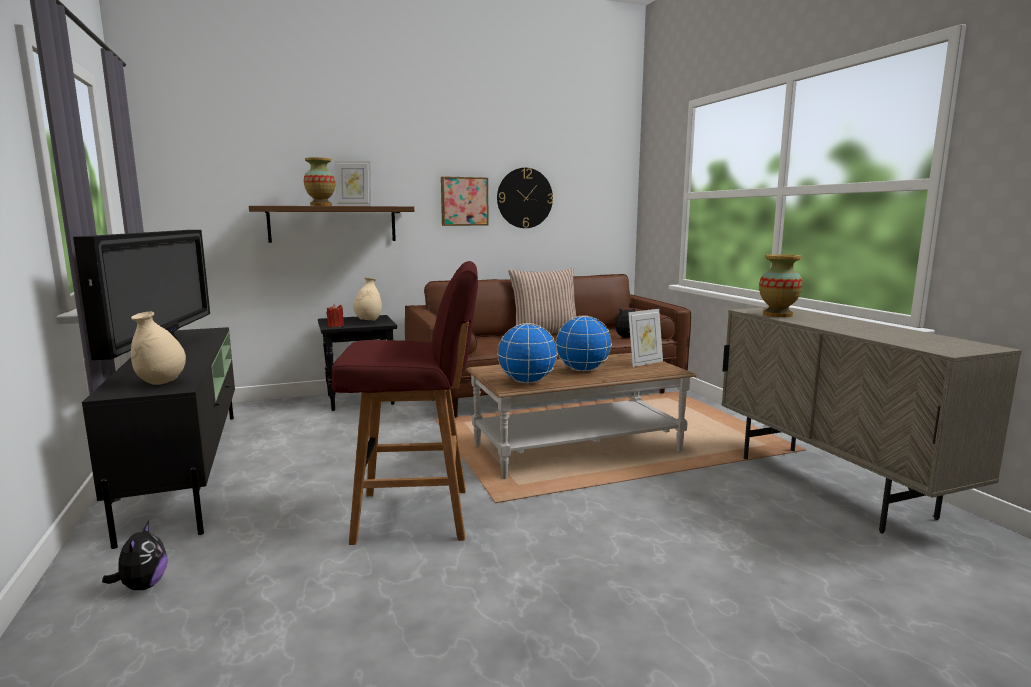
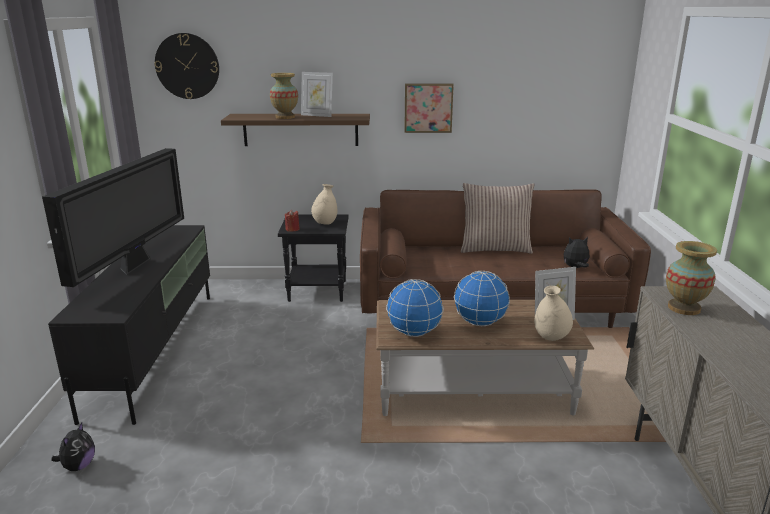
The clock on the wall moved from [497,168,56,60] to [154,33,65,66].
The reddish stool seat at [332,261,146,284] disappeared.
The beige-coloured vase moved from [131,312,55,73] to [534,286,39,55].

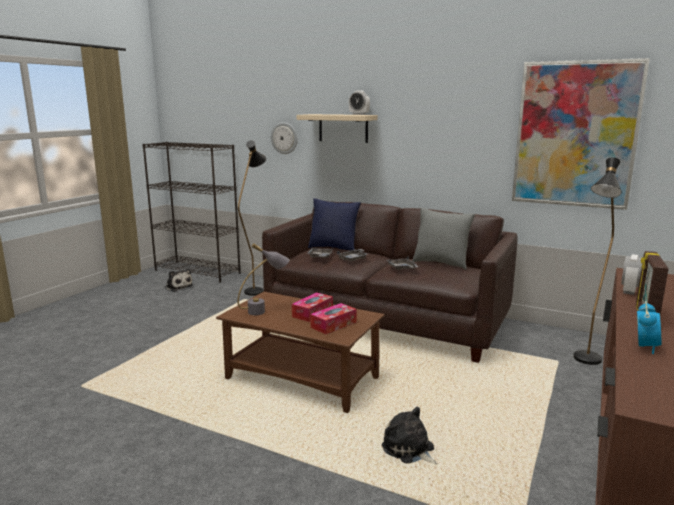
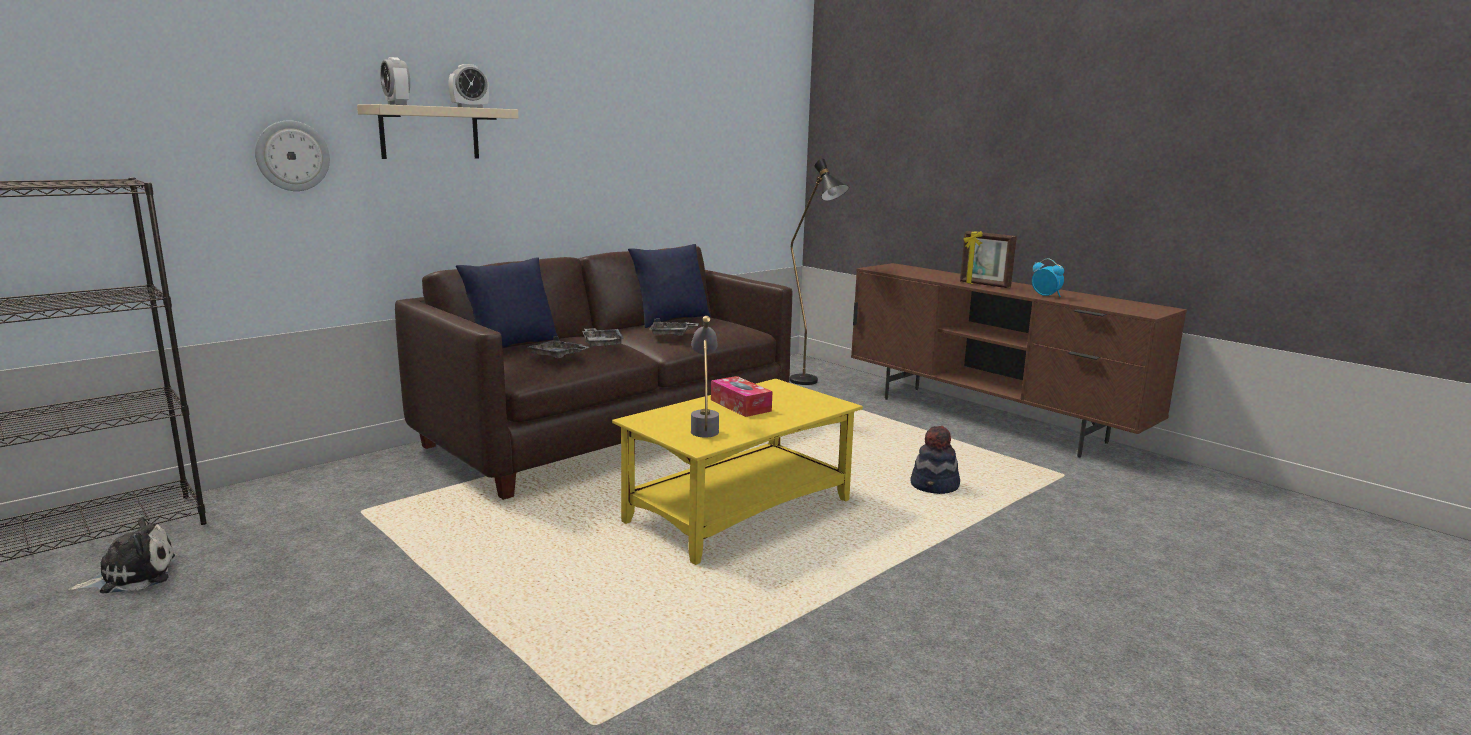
The wall art at [512,58,138,152] disappeared.
The black floor lamp at [238,140,28,156] disappeared.
The gray pillow at [412,208,63,61] became the blue pillow at [628,244,83,84].
The table clock moved from [621,254,21,41] to [380,57,30,48].
The brownish low table at [216,292,169,121] became the yellow low table at [612,379,251,186].
The box of tissues at [310,303,47,31] disappeared.
The cuddly toy at [382,406,55,59] was replaced by the hat at [910,426,50,68].

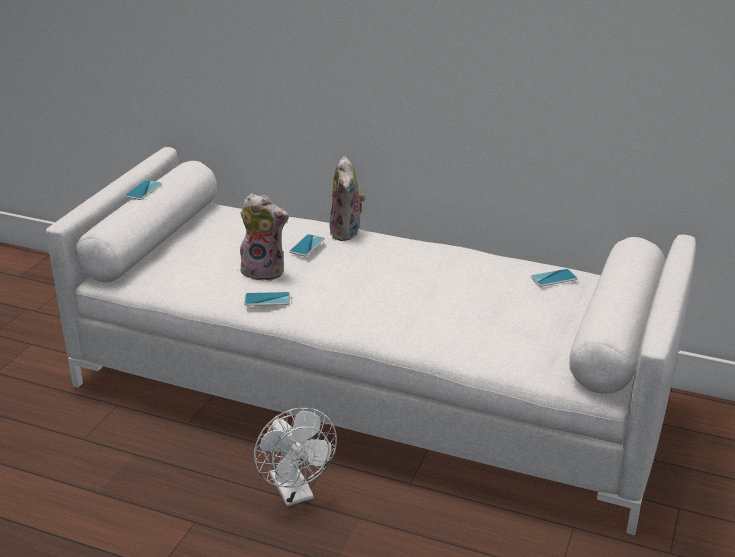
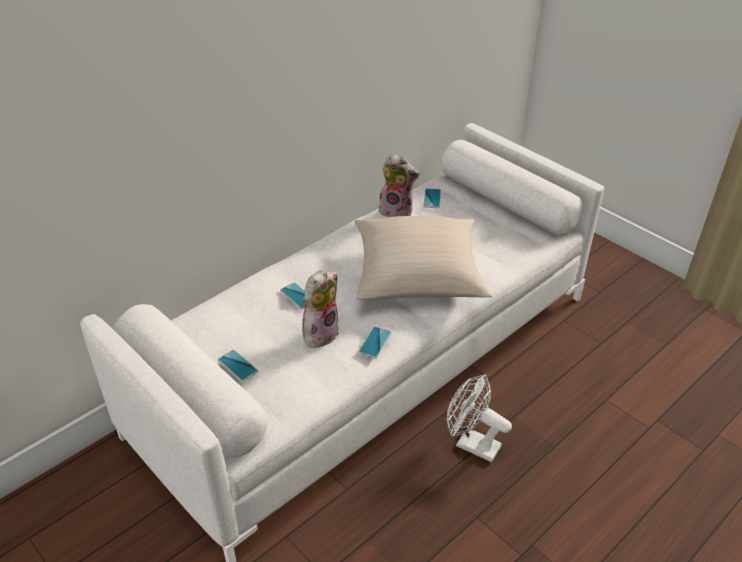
The cuddly toy moved from [329,156,37,85] to [379,154,41,63].
The handset moved from [124,180,38,20] to [218,350,40,32].
The white-coloured electric fan at [254,408,83,98] turned 150 degrees counterclockwise.
The beige-coloured pillow at [354,216,138,84] appeared.

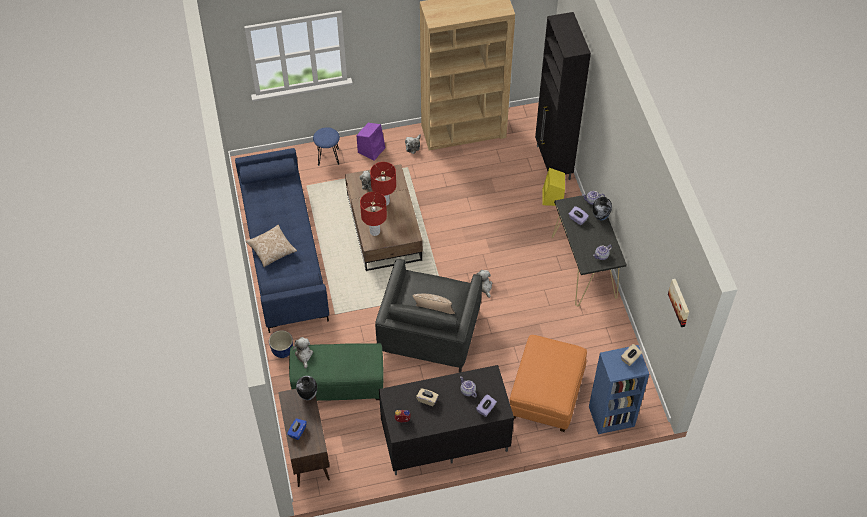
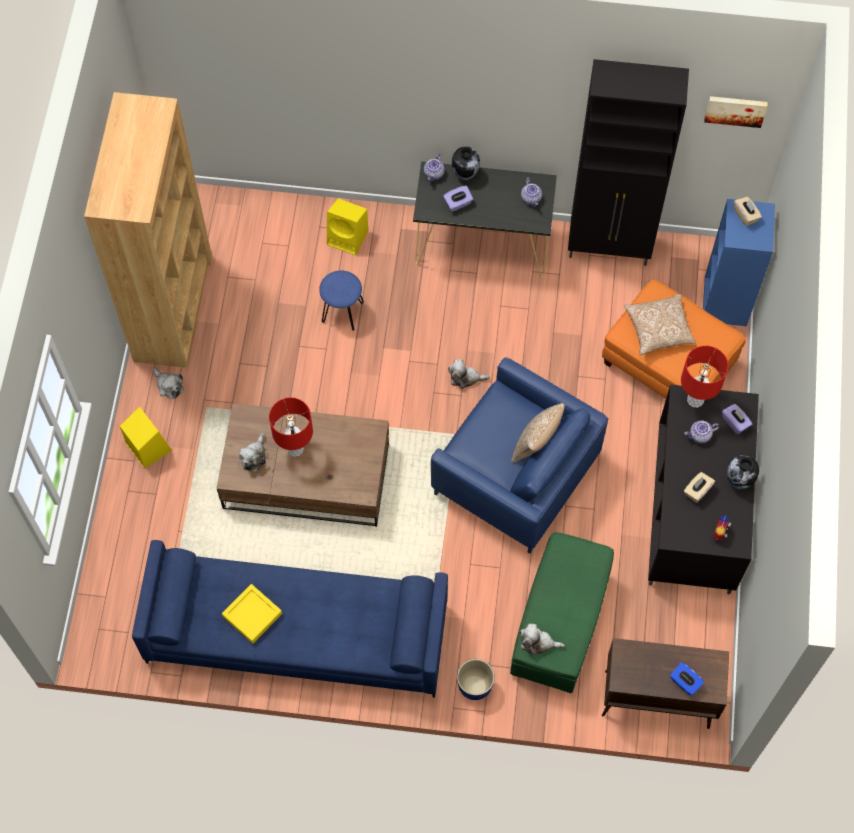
The black cupboard moved from [535,12,56,168] to [568,59,121,207].
The purplish loudspeaker at [357,123,28,38] became the yellow loudspeaker at [120,407,52,61].
The blue stool seat moved from [313,127,27,39] to [319,271,45,60].
The reddish tabletop lamp moved from [360,192,27,44] to [681,346,47,62].
The pillow moved from [246,225,51,42] to [624,294,72,61].
The gray lounge chair at [375,259,107,113] became the blue lounge chair at [431,357,177,197].
The vase moved from [296,376,21,24] to [727,455,32,34].
The yellow carrying tray at [222,584,60,60] appeared.

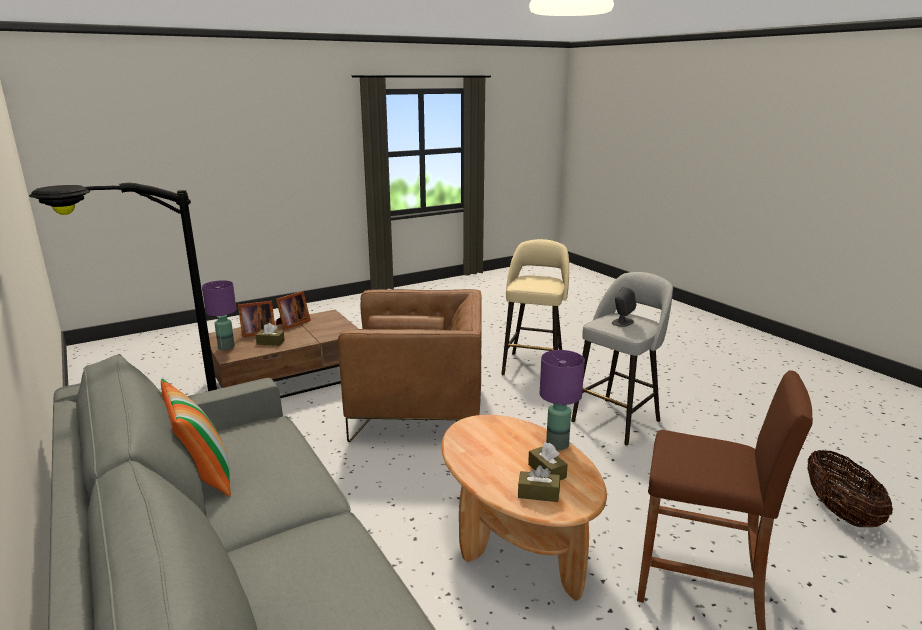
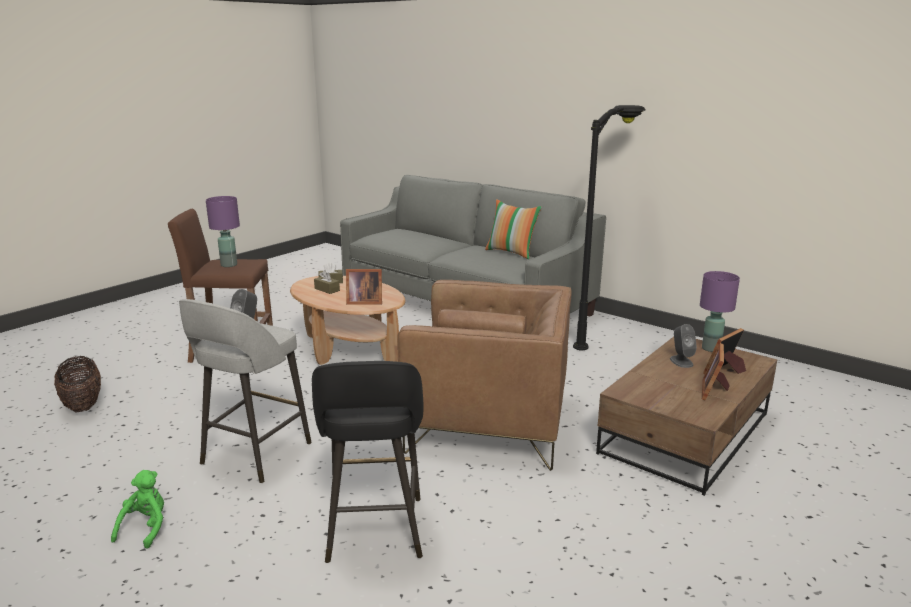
The beige-coloured stool seat at [501,239,68,136] became the black stool seat at [312,361,112,202].
The brownish lounge chair at [338,289,144,153] turned 150 degrees counterclockwise.
The brownish box of tissues at [256,323,29,23] was replaced by the gray loudspeaker at [670,324,27,44].
The purplish tabletop lamp moved from [540,350,45,100] to [206,196,34,71].
The standing frame at [346,269,36,36] appeared.
The greenish cuddly toy at [111,470,53,78] appeared.

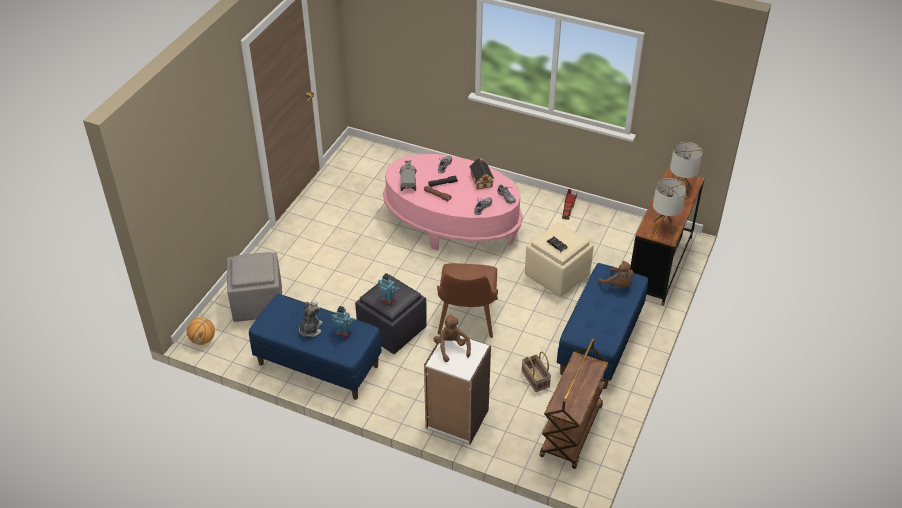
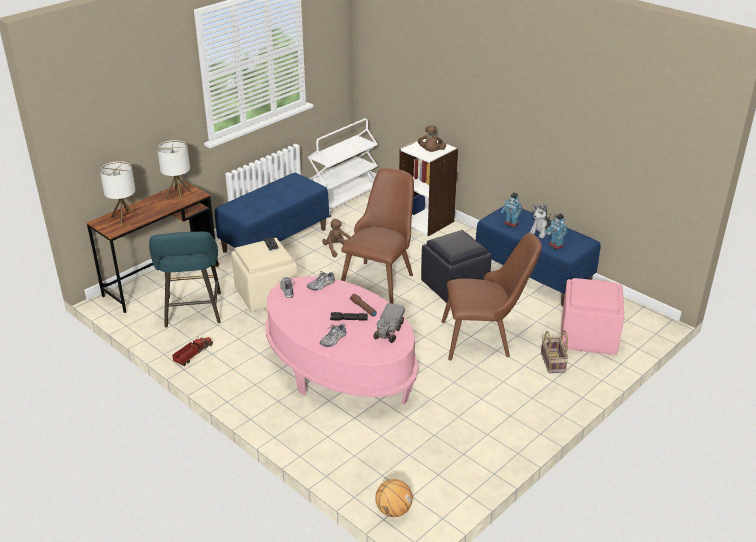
The miniature house at [469,158,25,32] disappeared.
The gray footrest at [227,252,55,70] became the pink footrest at [561,278,63,77].
The brownish cuddly toy moved from [598,261,36,26] to [322,219,28,38].
The toy robot moved from [378,273,22,32] to [545,214,22,35].
The basketball ball moved from [187,317,28,28] to [375,479,38,38].
The brownish wheeled cart at [540,338,69,131] became the white-coloured wheeled cart at [308,118,69,99].
The storage basket moved from [522,351,29,41] to [541,330,28,43].
The turquoise-coloured stool seat at [149,231,72,97] appeared.
The brownish plain chair at [442,233,100,128] appeared.

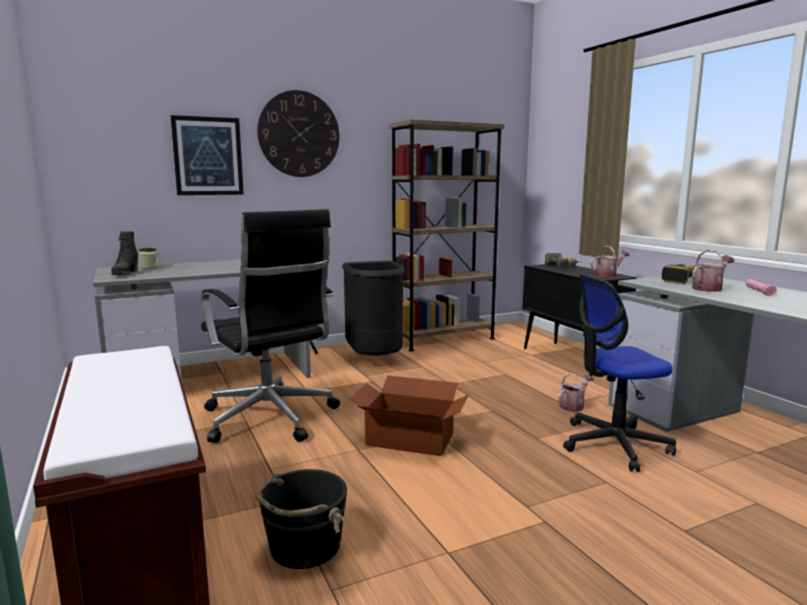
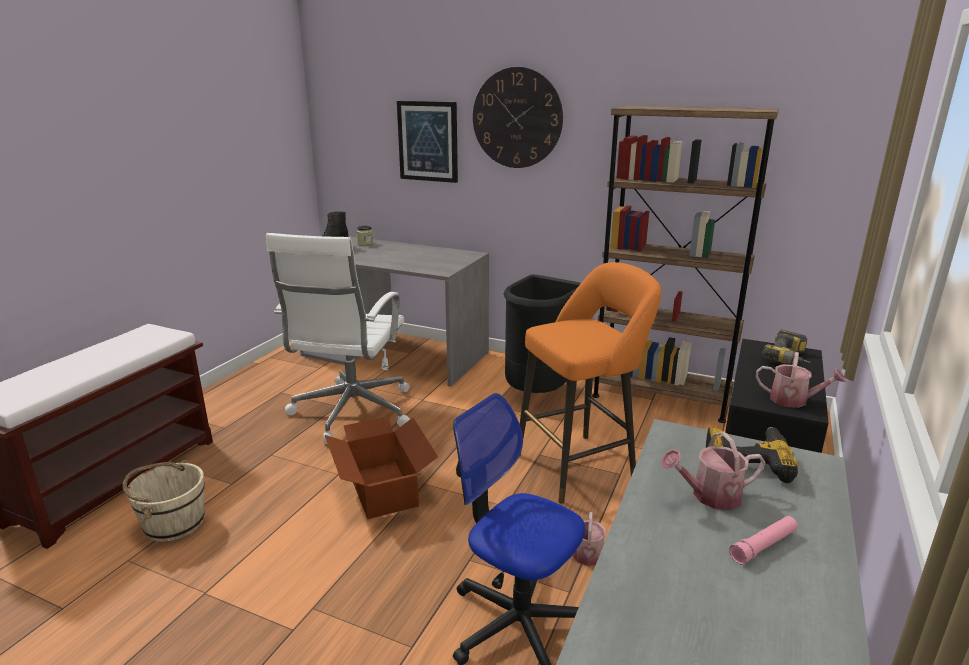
The black office chair at [201,209,139,234] became the white-coloured office chair at [266,233,144,211].
The sprinkling can at [692,250,42,42] turned 150 degrees clockwise.
The black bucket at [255,469,92,100] became the beige-coloured bucket at [123,460,82,82].
The orange stool seat at [519,262,142,242] appeared.

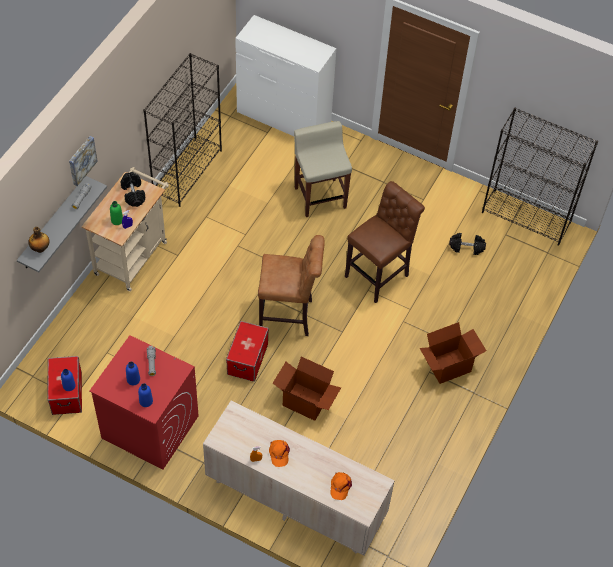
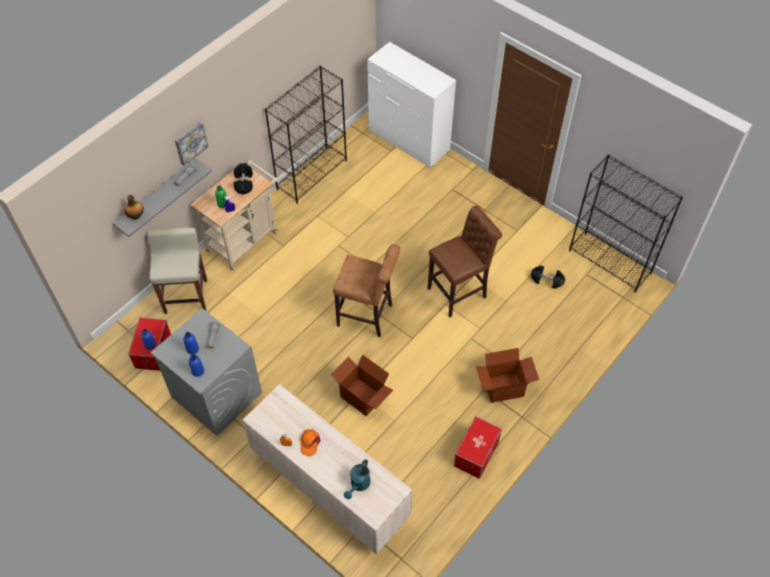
The beige-coloured stool seat moved from [294,121,58,96] to [147,228,60,86].
The storage bin moved from [226,321,43,61] to [454,416,48,63].
The reddish laundry appliance at [89,335,110,135] became the gray laundry appliance at [151,308,111,128].
The orange peaked cap at [331,472,21,28] was replaced by the turquoise-coloured sprinkling can at [344,459,26,40].

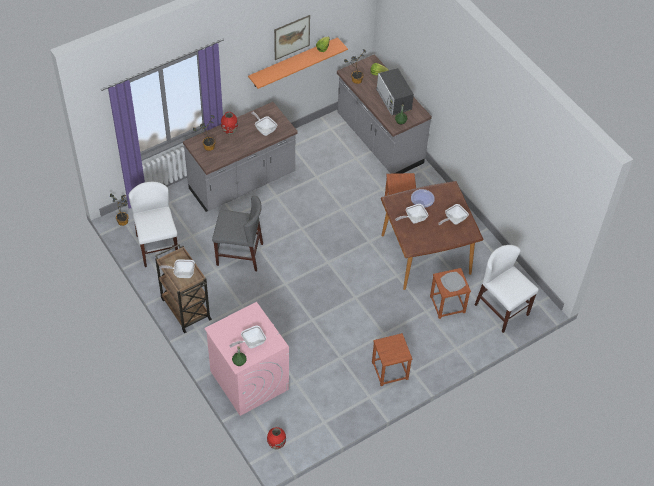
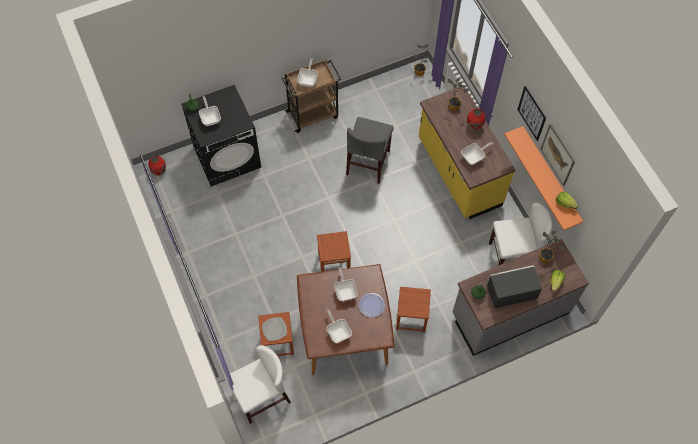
The gray counter at [183,102,115,110] became the yellow counter at [419,86,96,133].
The white-coloured plain chair moved from [129,182,49,85] to [489,202,63,64].
The pink laundry appliance at [204,302,85,114] became the black laundry appliance at [181,85,80,101].
The brownish stool seat moved from [372,333,40,53] to [317,231,34,41].
The wall art at [517,86,29,55] appeared.

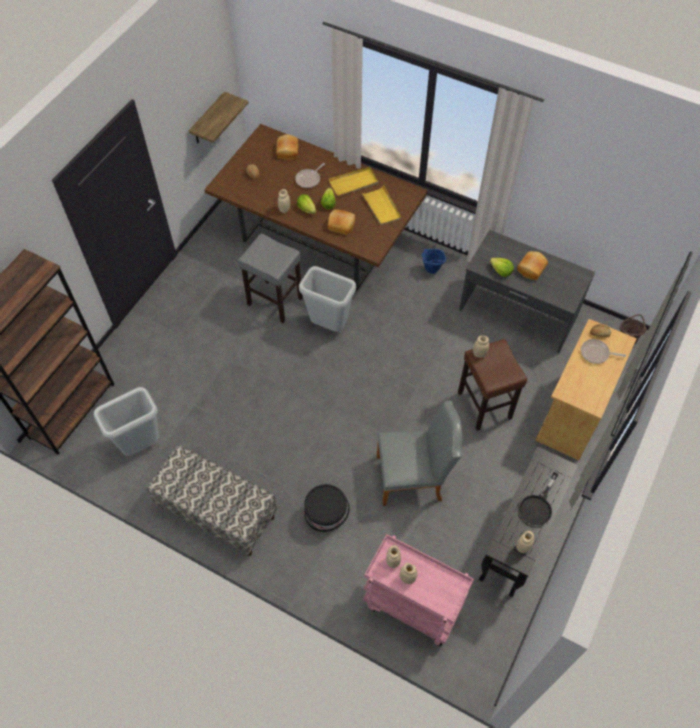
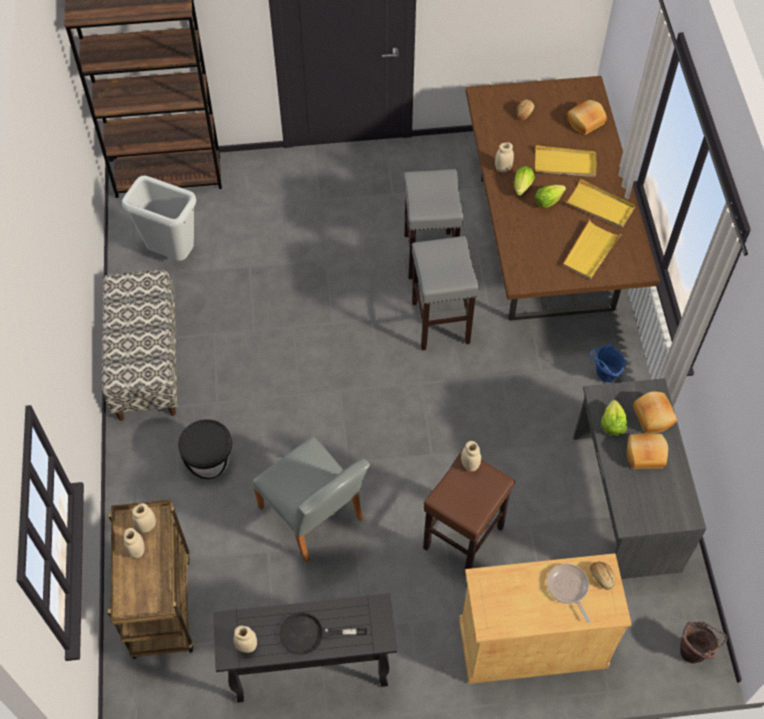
The shelf at [189,92,59,51] disappeared.
The skillet at [295,163,30,25] was replaced by the yellow carrying tray at [535,145,62,32].
The bakery bread moved from [328,209,27,26] to [633,391,44,42].
The gray rubbish bin at [299,266,57,66] was replaced by the gray stool seat at [412,236,67,114].
The pink wheeled cart at [363,534,111,112] became the brownish wheeled cart at [108,500,86,159].

